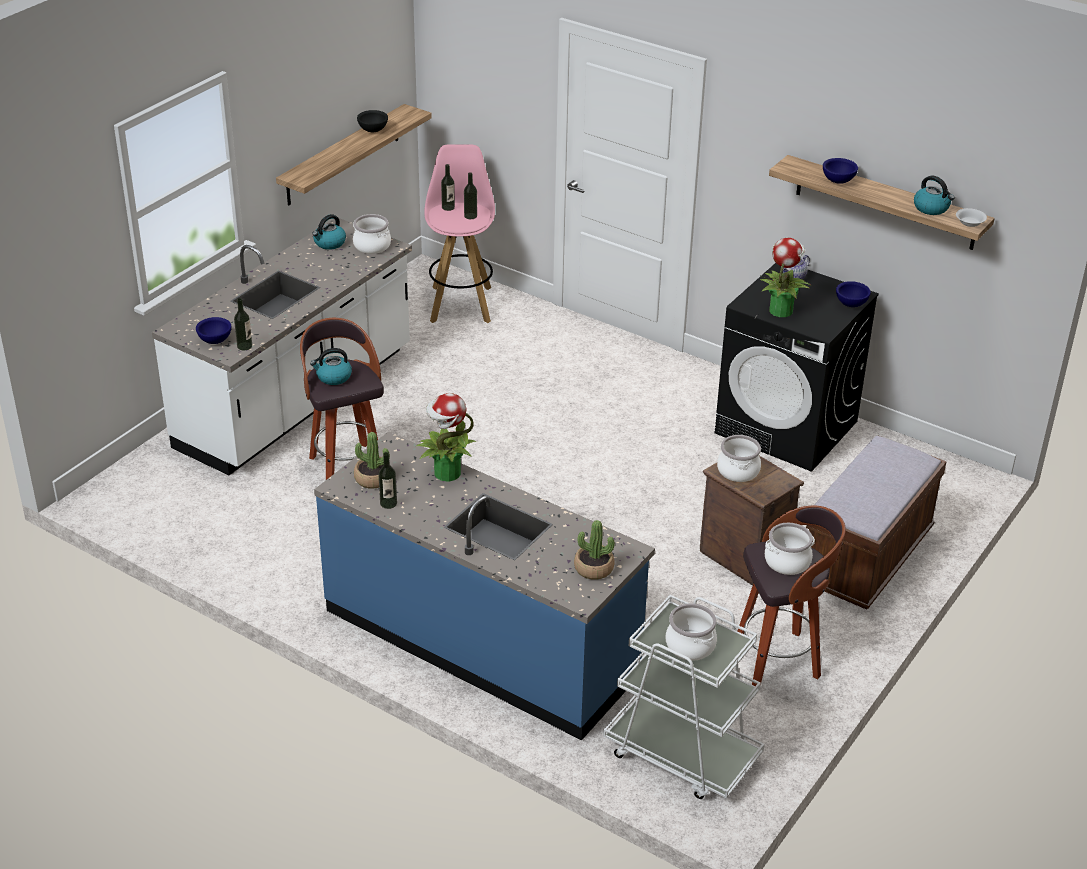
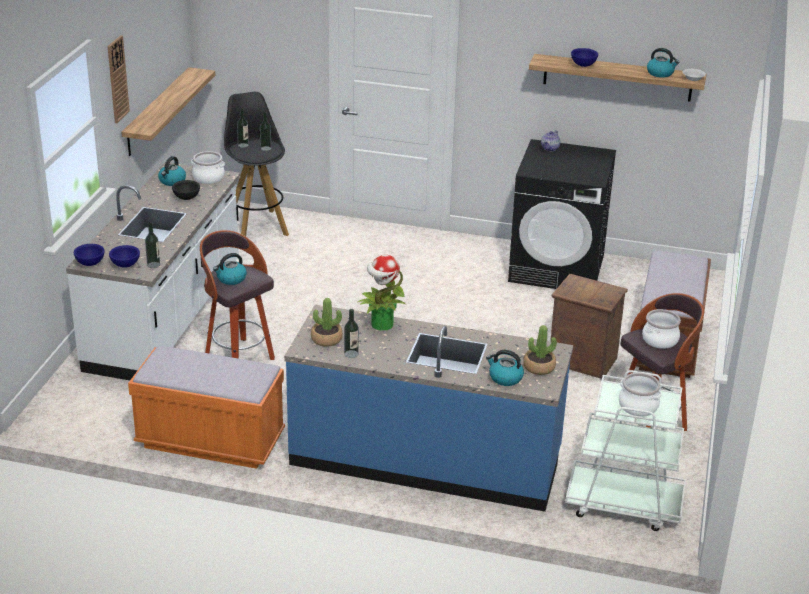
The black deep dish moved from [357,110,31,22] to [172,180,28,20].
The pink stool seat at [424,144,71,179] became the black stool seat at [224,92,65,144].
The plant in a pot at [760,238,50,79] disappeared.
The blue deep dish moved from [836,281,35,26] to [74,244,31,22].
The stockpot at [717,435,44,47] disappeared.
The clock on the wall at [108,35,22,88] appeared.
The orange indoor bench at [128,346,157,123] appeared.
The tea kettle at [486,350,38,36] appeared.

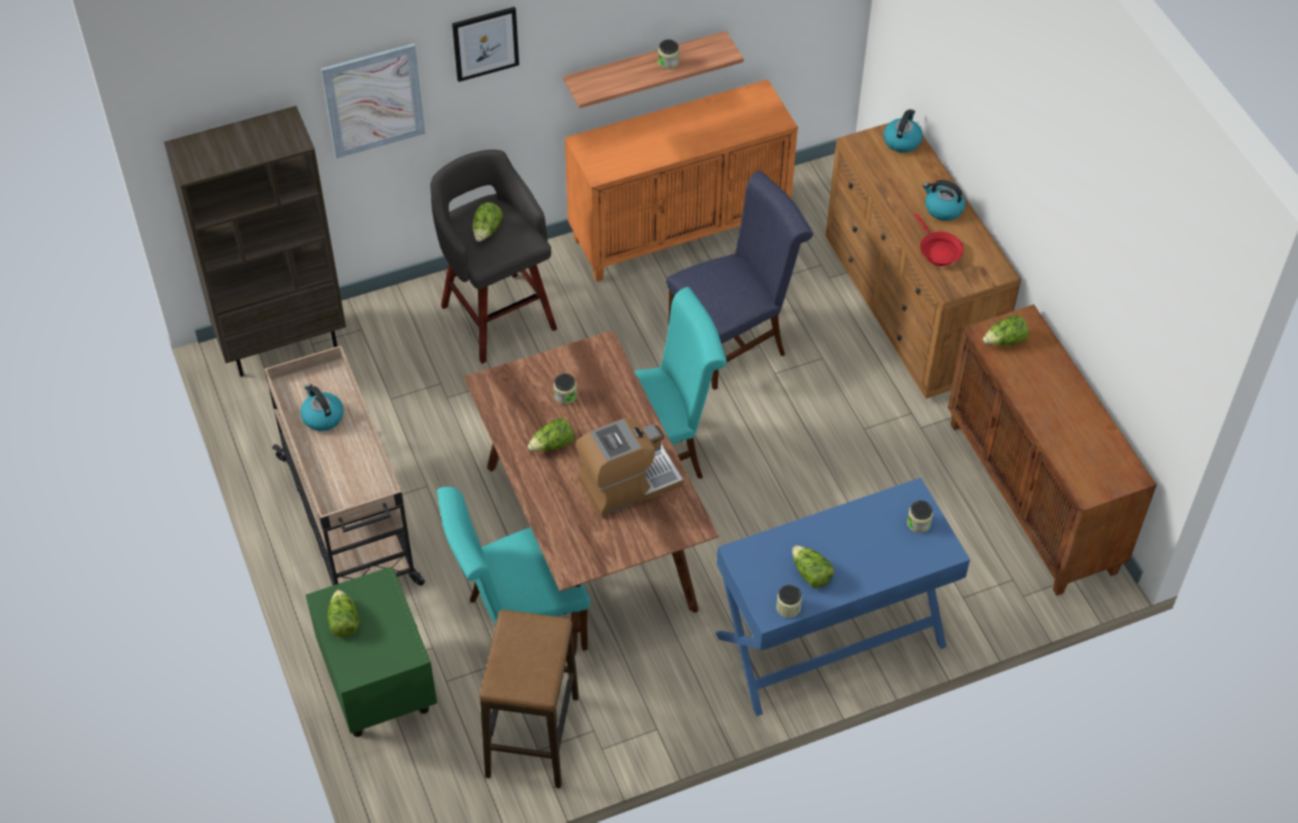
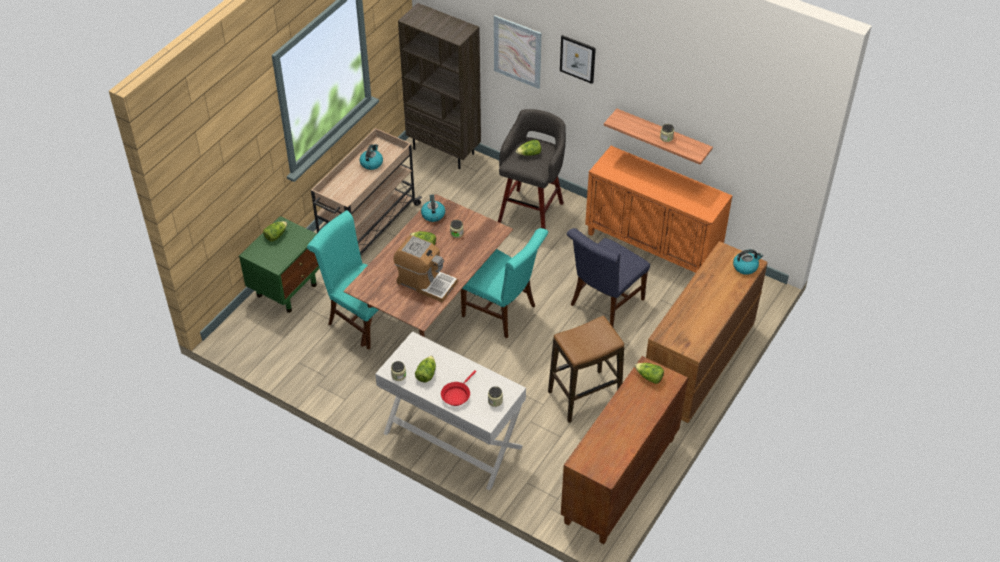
The blue plain chair at [666,170,147,220] turned 105 degrees clockwise.
The tea kettle moved from [923,180,42,41] to [421,194,24,28].
The reddish skillet moved from [914,214,50,52] to [441,371,35,35].
The blue narrow table at [715,478,255,238] became the white-coloured narrow table at [375,331,151,160].
The stool seat moved from [479,610,100,178] to [548,316,76,107].

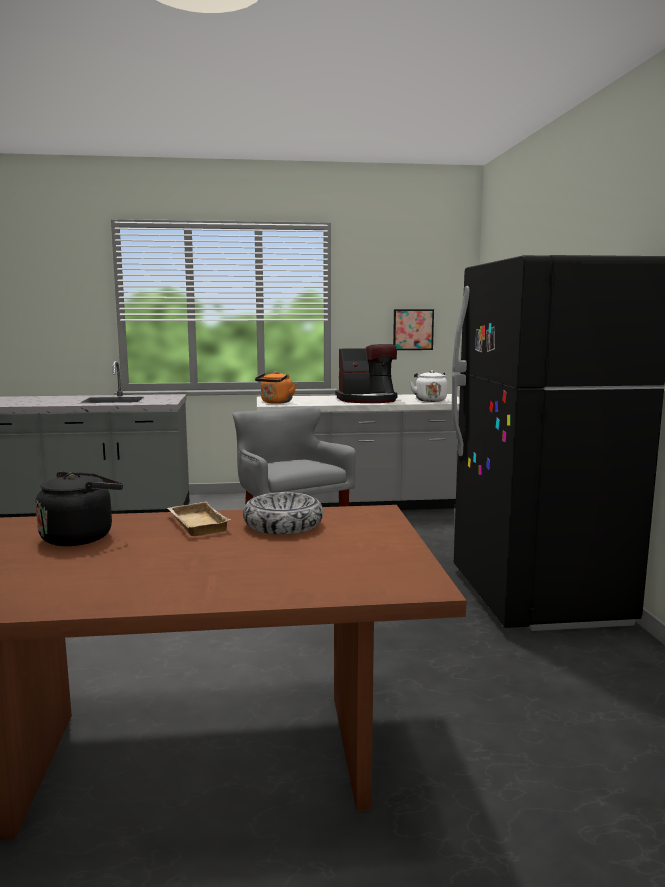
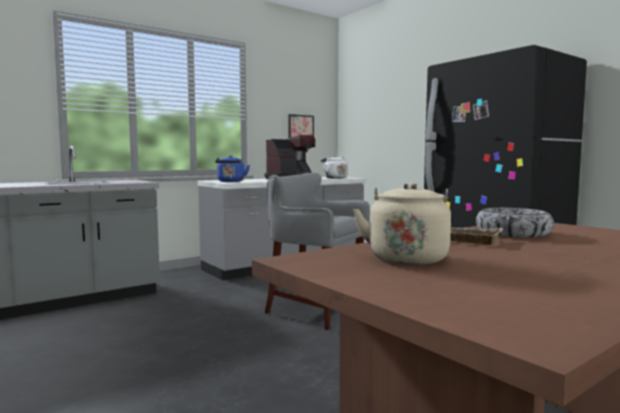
The orange tea kettle at [255,371,41,33] became the blue tea kettle at [215,155,35,27].
The black tea kettle at [36,472,87,74] became the beige-coloured tea kettle at [353,183,98,82].

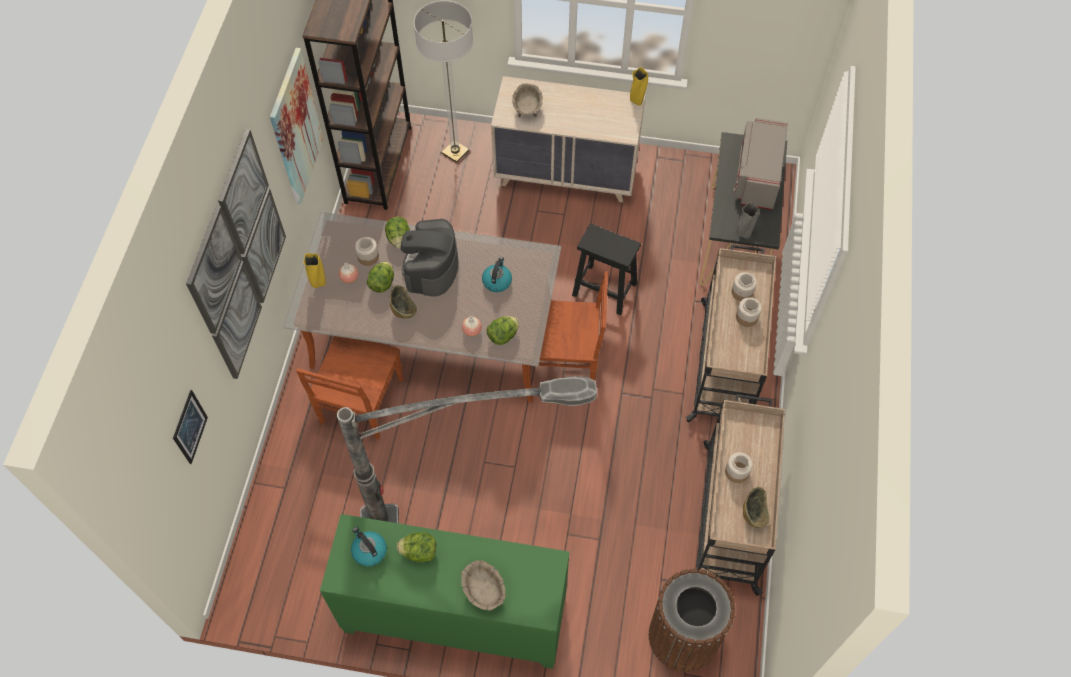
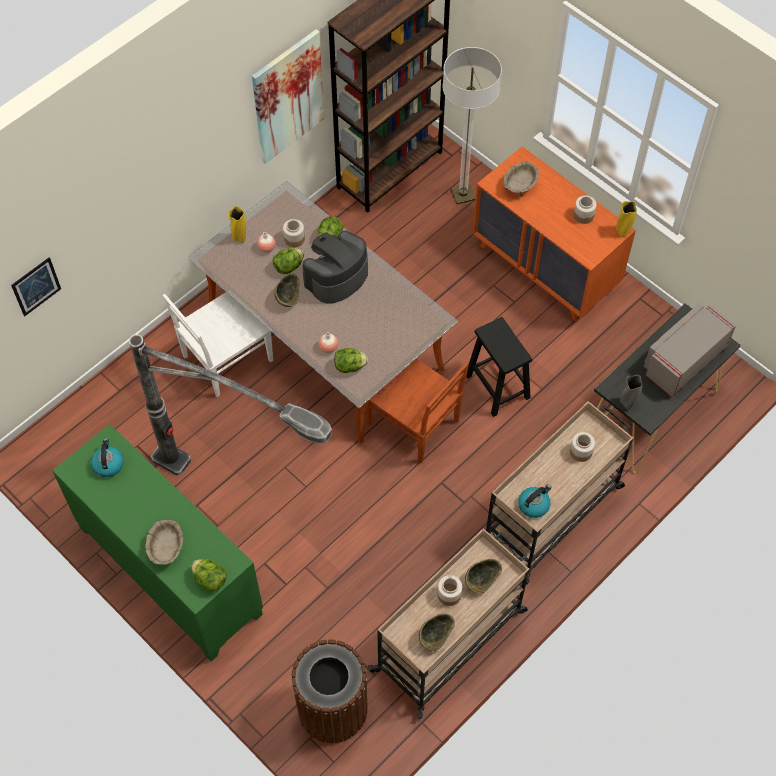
The beige-coloured drawer chest at [491,76,154,126] became the orange drawer chest at [472,146,164,175].
The wall art at [186,129,100,250] disappeared.
The tea kettle moved from [482,257,30,35] to [518,484,33,34].
The preserve jar moved from [736,297,26,30] to [573,195,24,29].
The brownish plain chair at [296,336,107,104] became the white-coloured plain chair at [163,292,110,105].
The head of lettuce moved from [397,532,39,30] to [192,559,34,33].
The deep dish at [465,559,37,35] appeared.

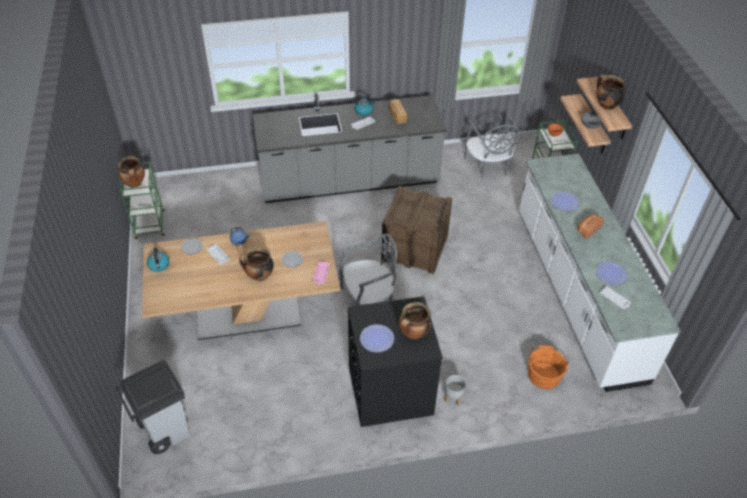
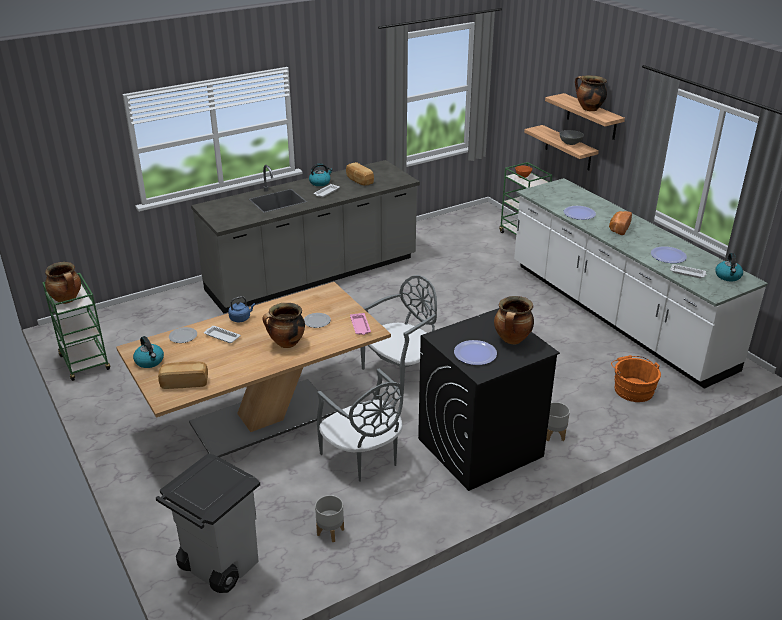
The gray plain chair moved from [464,116,55,63] to [317,368,86,114].
The packing crate at [381,186,71,88] disappeared.
The tea kettle at [715,253,28,28] appeared.
The bakery bread at [158,362,50,27] appeared.
The gray flower pot at [315,495,29,47] appeared.

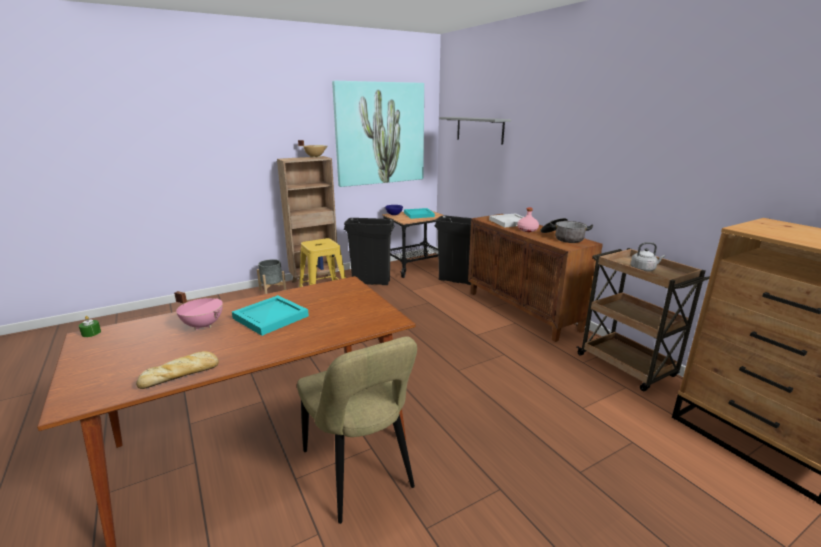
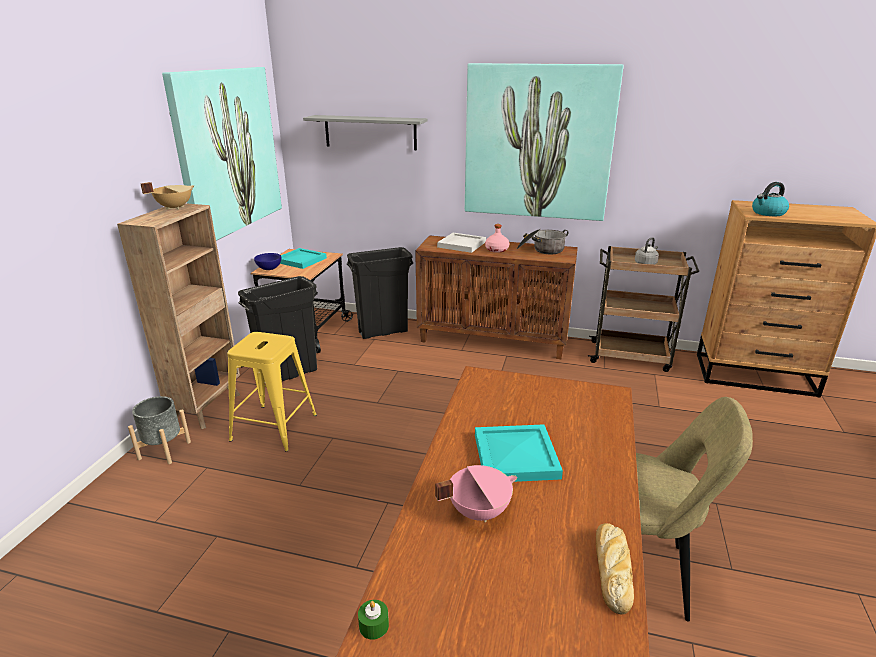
The wall art at [465,63,159,158] appeared.
The tea kettle at [752,182,37,34] appeared.

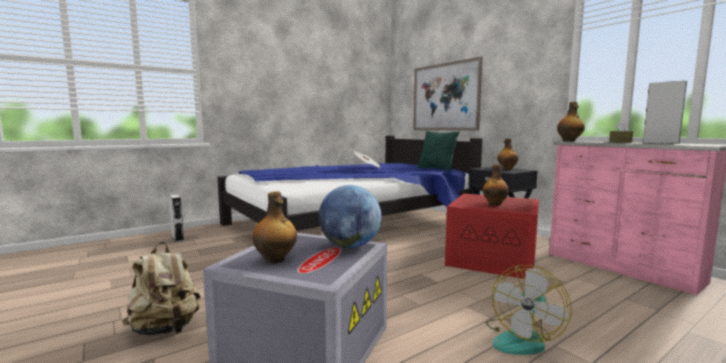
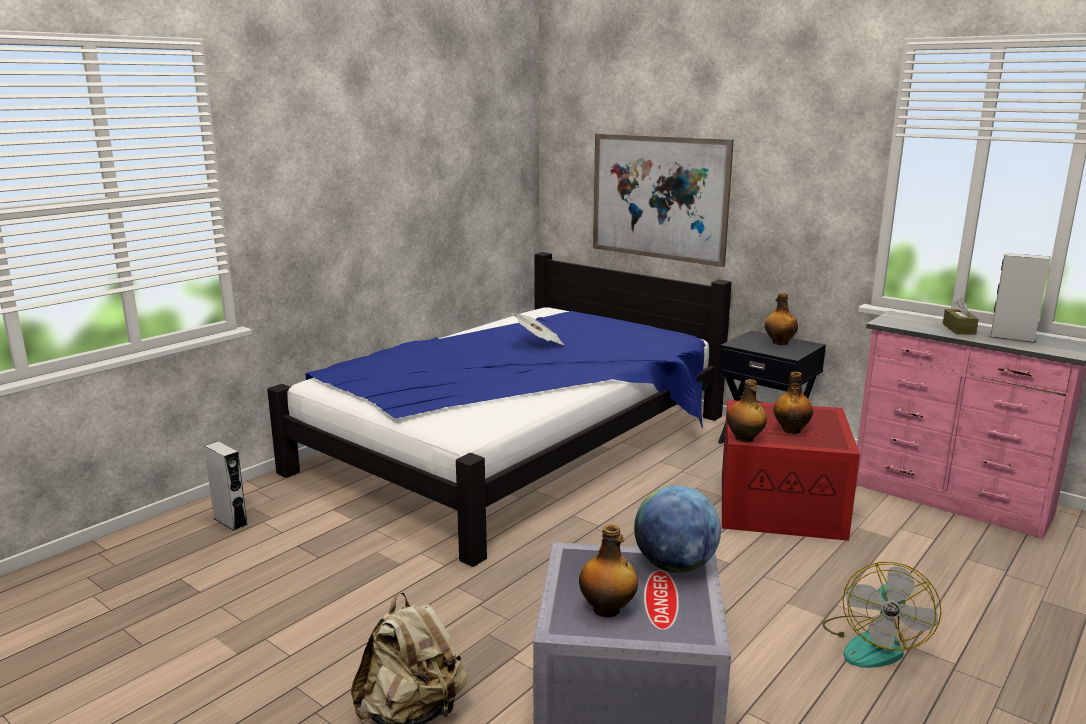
The drink bottle moved from [557,102,28,39] to [727,379,40,63].
The greenish pillow at [417,131,42,40] disappeared.

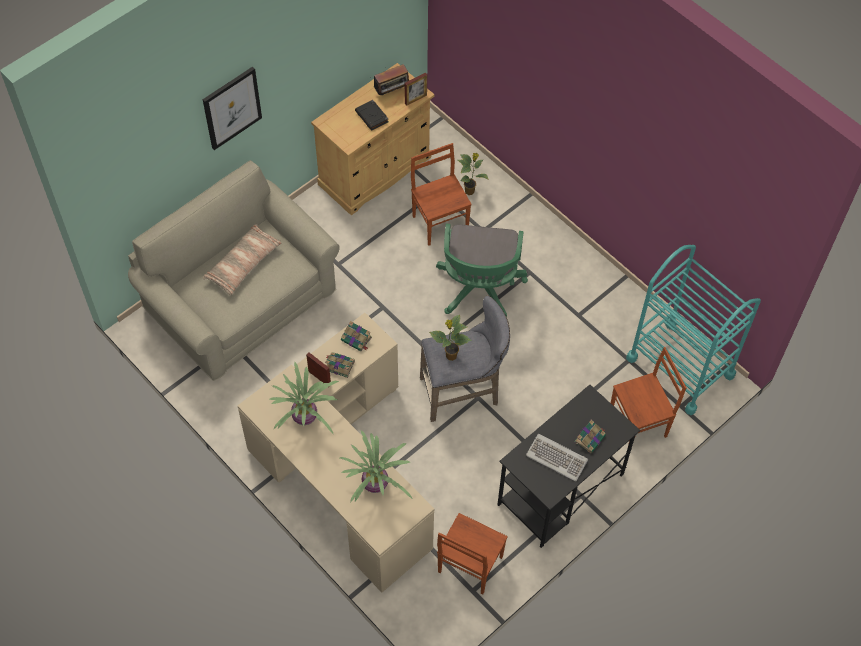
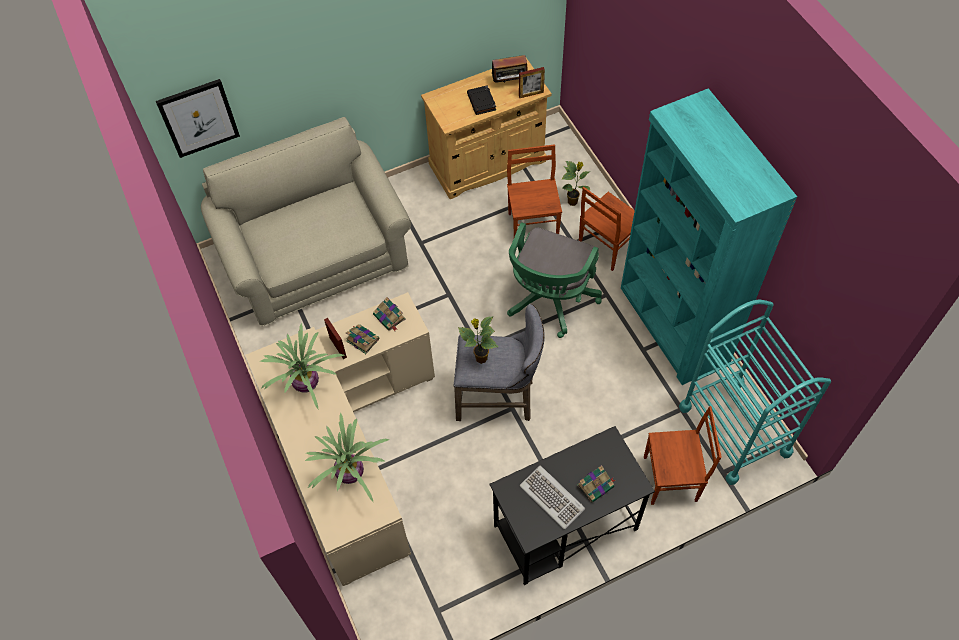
The wall art moved from [203,67,59,83] to [156,79,84,79].
The pillow at [203,224,79,71] disappeared.
The brownish plain chair moved from [437,513,71,81] to [579,187,56,84].
The turquoise-coloured bookshelf at [621,88,176,297] appeared.

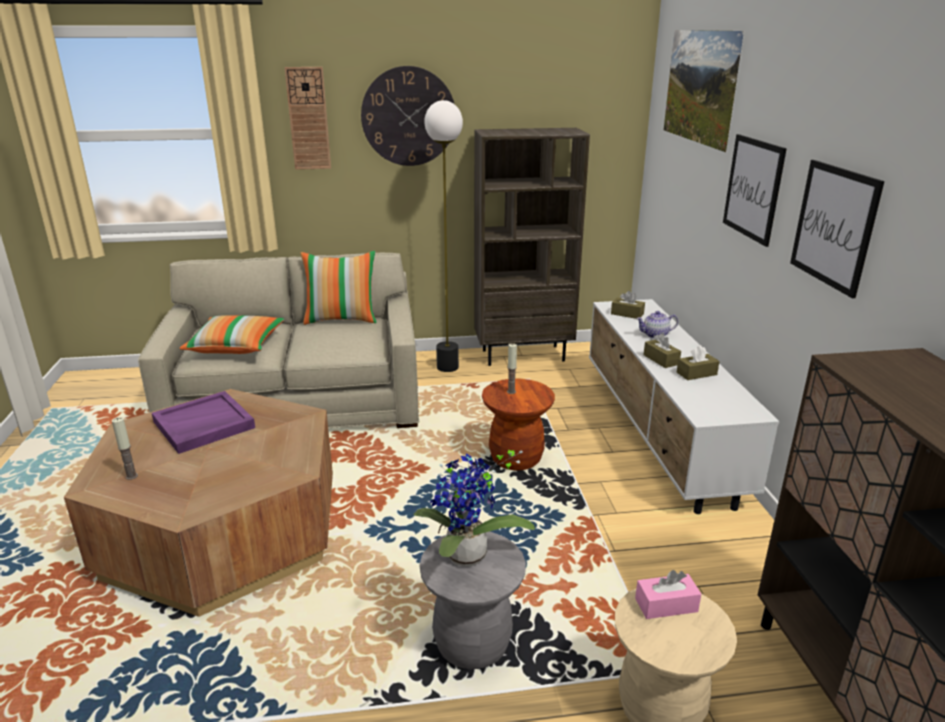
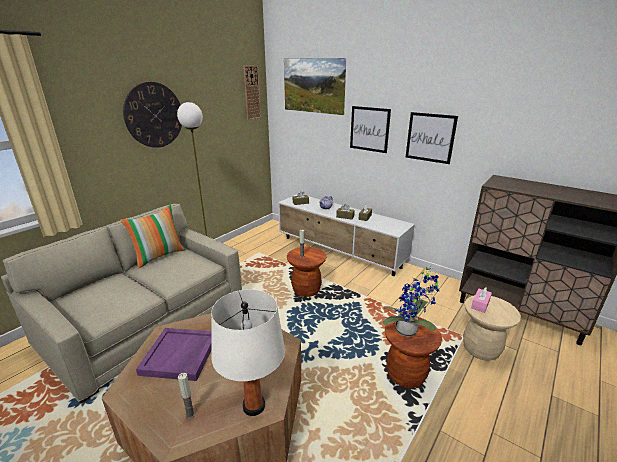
The clock on the wall moved from [284,67,47,103] to [243,65,18,55].
The brownish bookshelf at [474,128,116,238] disappeared.
The pillow at [179,315,106,39] disappeared.
The gray stool seat at [419,532,107,137] became the brownish stool seat at [385,316,57,72].
The white-coloured tabletop lamp at [211,289,74,127] appeared.

